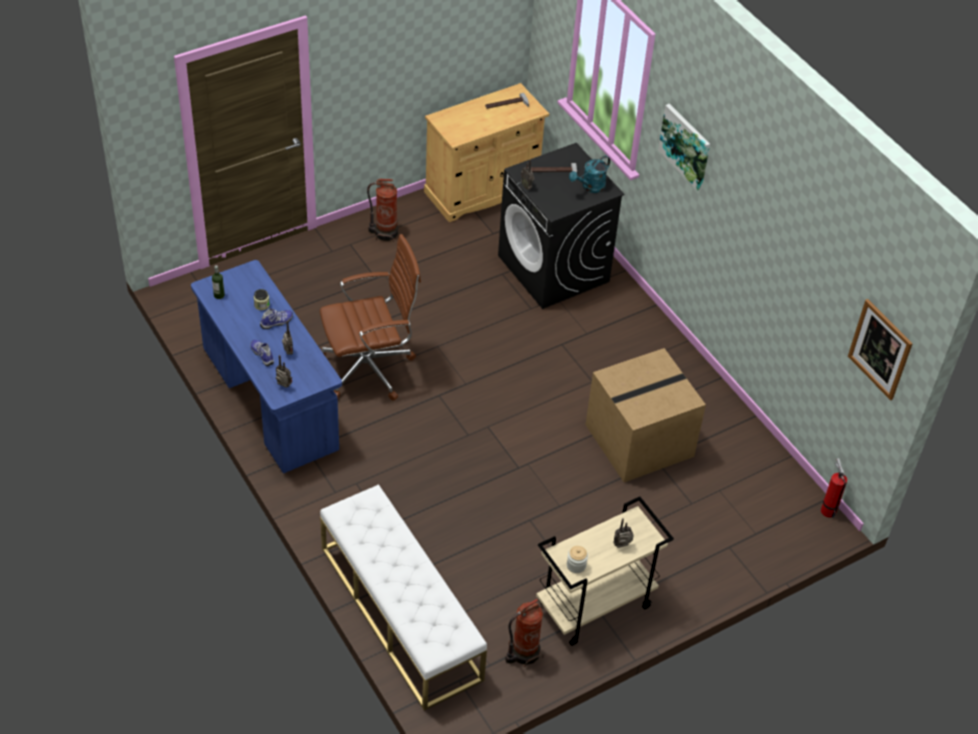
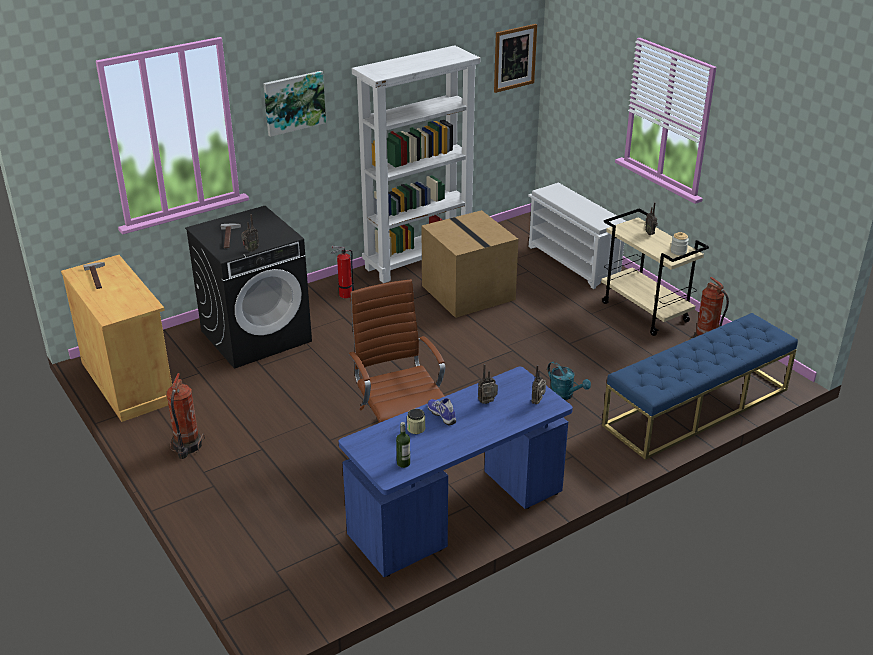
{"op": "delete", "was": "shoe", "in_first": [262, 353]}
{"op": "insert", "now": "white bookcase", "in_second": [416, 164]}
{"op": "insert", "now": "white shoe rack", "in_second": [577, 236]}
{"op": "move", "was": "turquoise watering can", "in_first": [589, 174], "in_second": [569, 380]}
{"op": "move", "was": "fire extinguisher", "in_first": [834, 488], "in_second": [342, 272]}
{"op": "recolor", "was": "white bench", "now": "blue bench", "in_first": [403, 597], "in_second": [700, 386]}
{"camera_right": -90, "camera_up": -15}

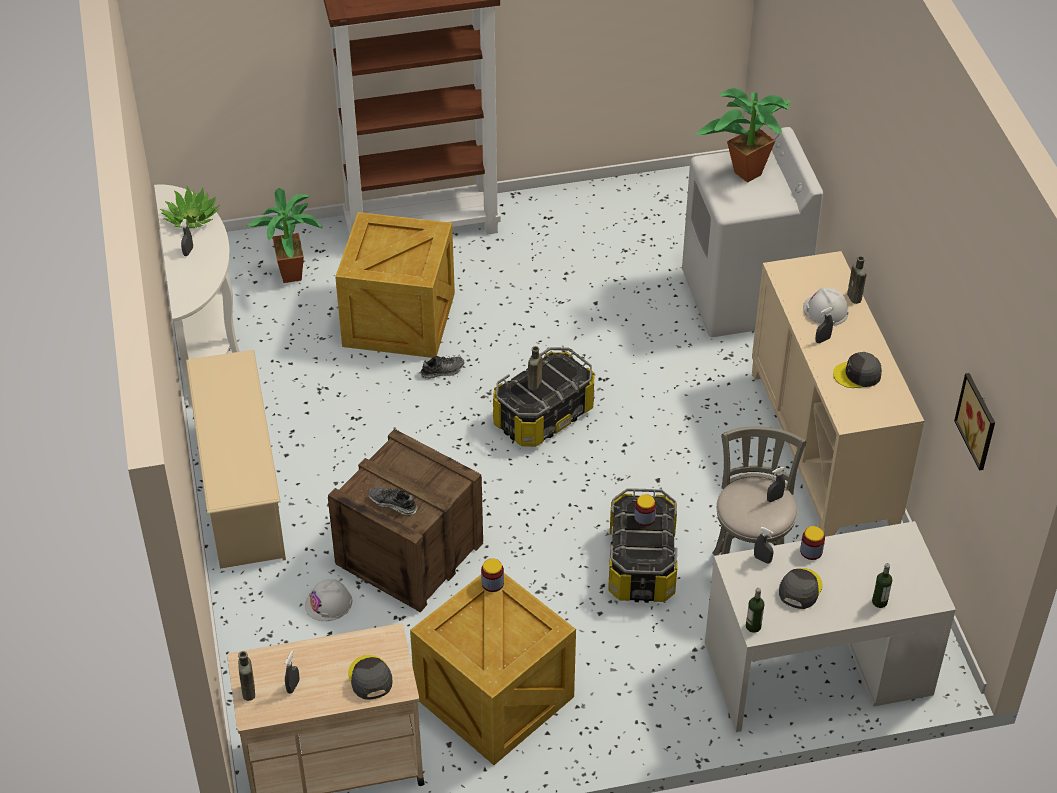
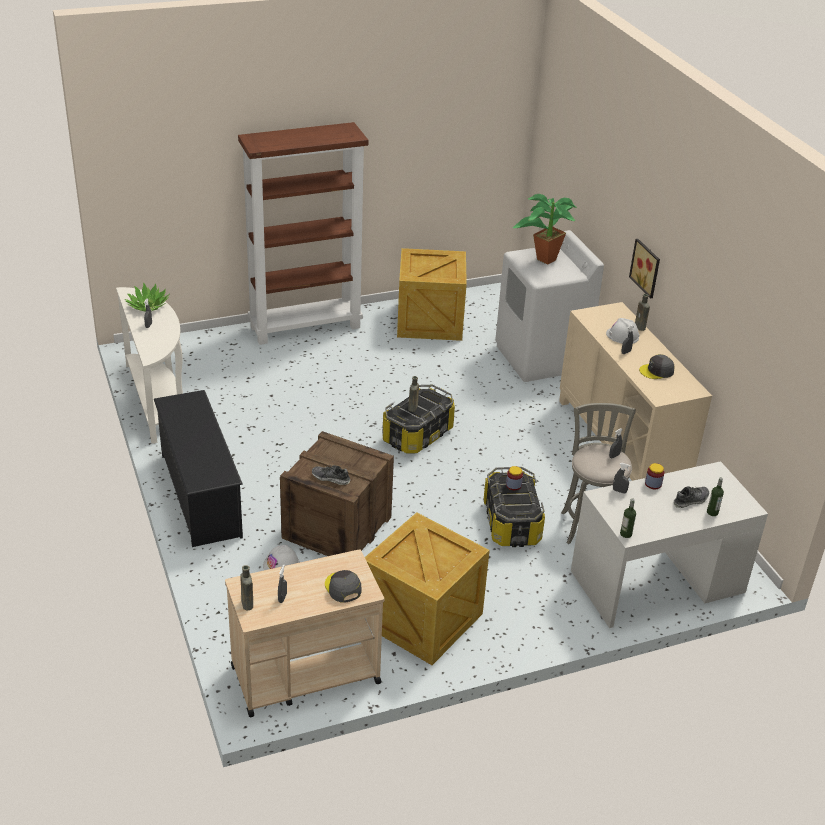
{"op": "delete", "was": "potted plant", "in_first": [285, 235]}
{"op": "delete", "was": "jar", "in_first": [492, 575]}
{"op": "delete", "was": "grey cap", "in_first": [801, 588]}
{"op": "move", "was": "crate", "in_first": [395, 285], "in_second": [432, 294]}
{"op": "move", "was": "shoe", "in_first": [442, 367], "in_second": [691, 497]}
{"op": "move", "was": "picture", "in_first": [974, 421], "in_second": [644, 268]}
{"op": "recolor", "was": "beige shoe rack", "now": "black shoe rack", "in_first": [236, 459], "in_second": [198, 468]}
{"camera_right": -10, "camera_up": -10}

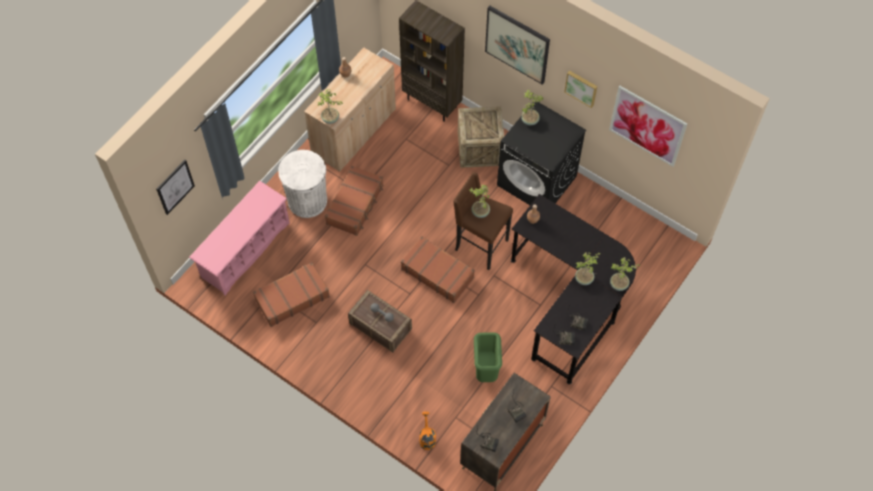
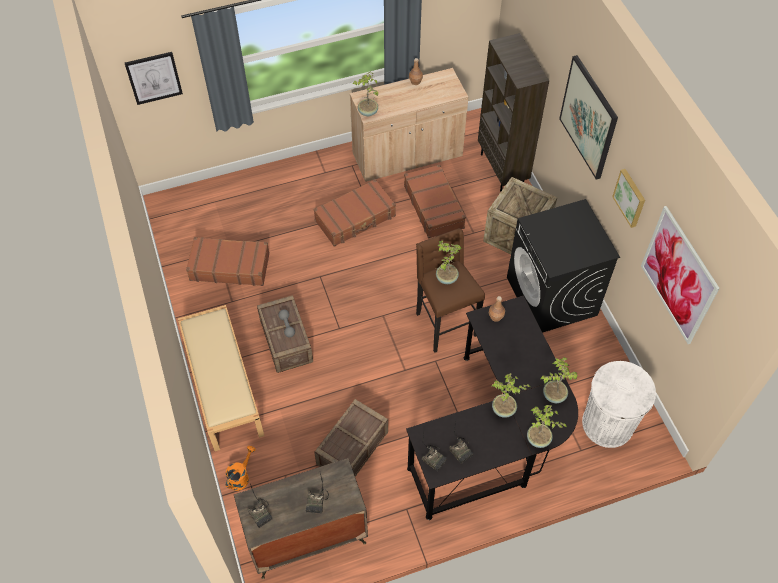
{"op": "delete", "was": "pink shoe rack", "in_first": [239, 238]}
{"op": "insert", "now": "beige bench", "in_second": [221, 378]}
{"op": "move", "was": "white trash can", "in_first": [302, 184], "in_second": [619, 404]}
{"op": "move", "was": "brown suitcase", "in_first": [438, 269], "in_second": [435, 201]}
{"op": "move", "was": "potted plant", "in_first": [532, 107], "in_second": [559, 380]}
{"op": "replace", "was": "green trash can", "now": "crate", "in_first": [488, 357], "in_second": [351, 438]}
{"camera_right": 35, "camera_up": -5}

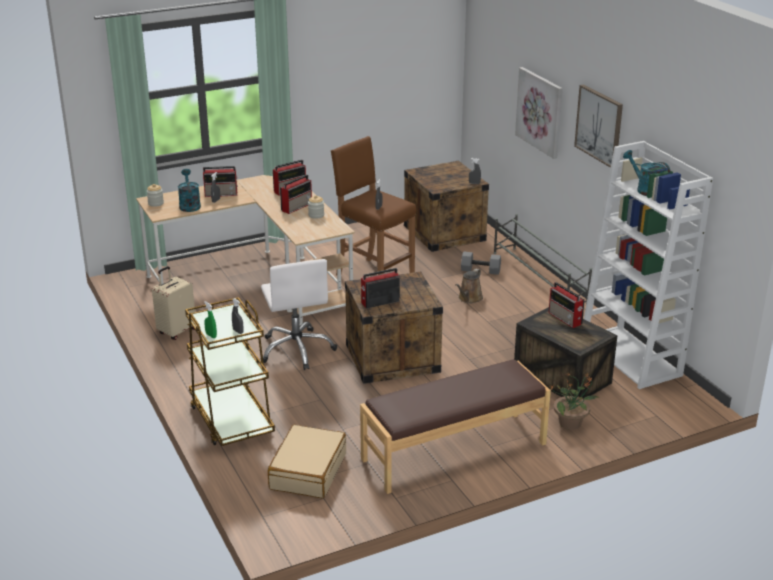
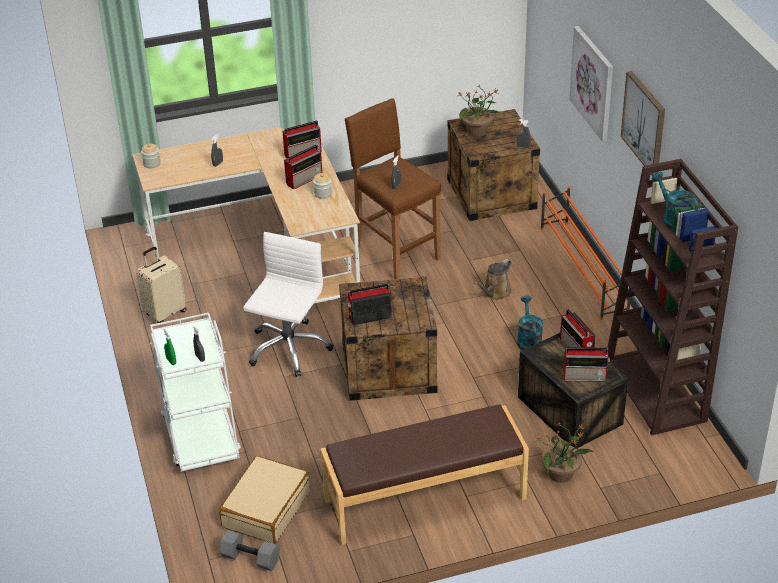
{"op": "insert", "now": "potted plant", "in_second": [479, 111]}
{"op": "move", "was": "turquoise watering can", "in_first": [189, 190], "in_second": [530, 322]}
{"op": "move", "was": "radio", "in_first": [220, 181], "in_second": [586, 364]}
{"op": "move", "was": "grey dumbbell", "in_first": [481, 263], "in_second": [249, 550]}
{"op": "recolor", "was": "brown cart", "now": "white cart", "in_first": [230, 371], "in_second": [195, 392]}
{"op": "recolor", "was": "grey shoe rack", "now": "orange shoe rack", "in_first": [543, 258], "in_second": [586, 253]}
{"op": "recolor", "was": "white bookcase", "now": "brown bookcase", "in_first": [648, 265], "in_second": [672, 297]}
{"op": "rotate", "was": "white office chair", "in_first": [299, 314], "in_second": [288, 304], "clockwise": -150}
{"camera_right": 10, "camera_up": 10}

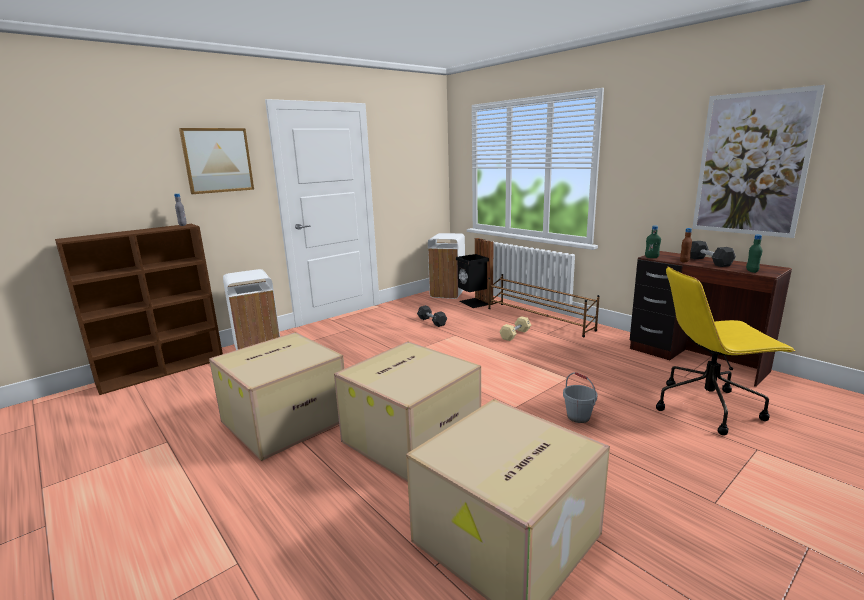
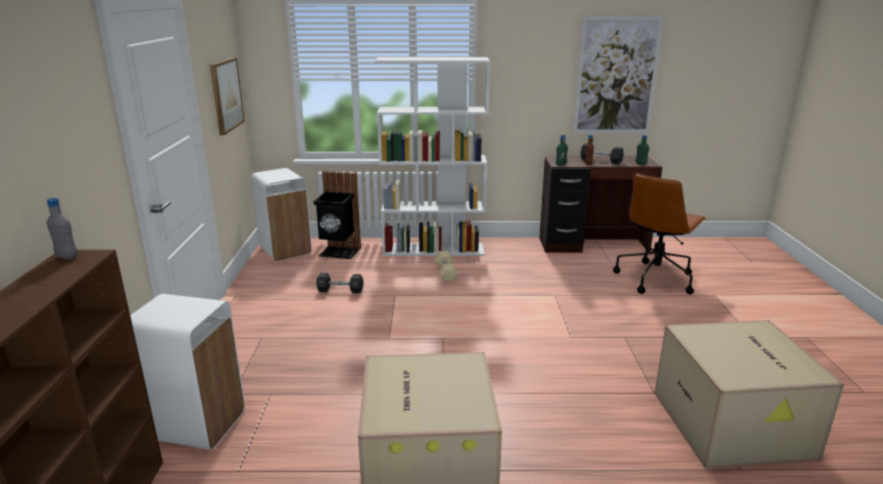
{"op": "delete", "was": "cardboard box", "in_first": [407, 412]}
{"op": "delete", "was": "grey bucket", "in_first": [580, 397]}
{"op": "move", "was": "picture", "in_first": [216, 161], "in_second": [227, 96]}
{"op": "replace", "was": "brown shoe rack", "now": "white bookcase", "in_first": [544, 305], "in_second": [432, 156]}
{"op": "recolor", "was": "yellow office chair", "now": "brown office chair", "in_first": [726, 350], "in_second": [660, 234]}
{"camera_right": -50, "camera_up": 5}

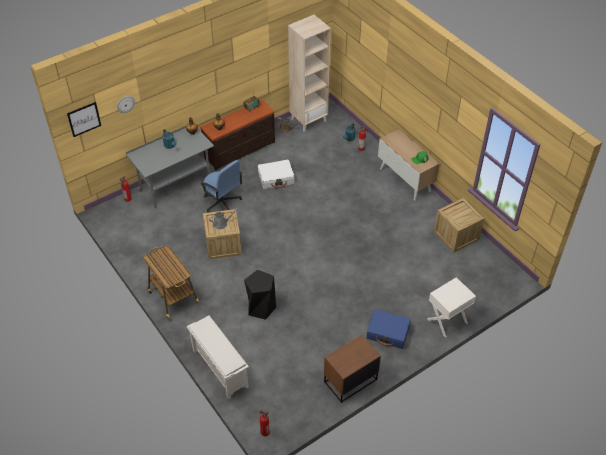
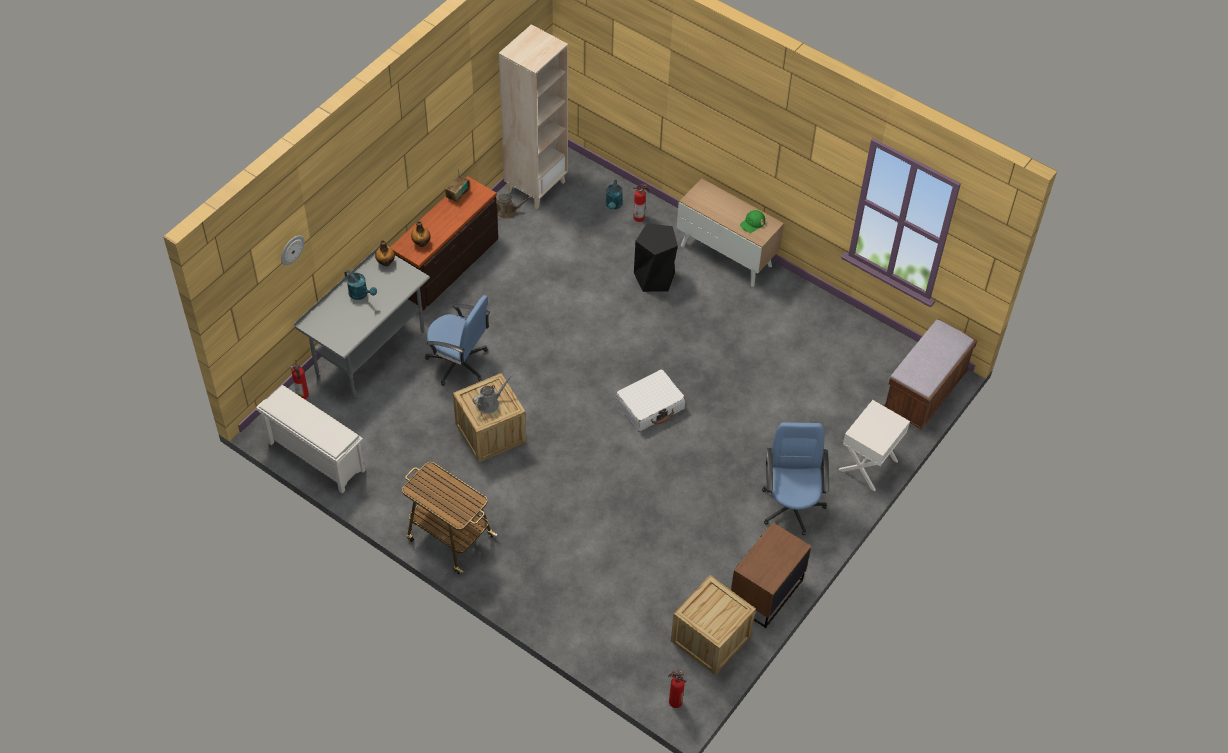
{"op": "delete", "was": "picture", "in_first": [84, 119]}
{"op": "insert", "now": "brown bench", "in_second": [930, 374]}
{"op": "move", "was": "white shoe rack", "in_first": [218, 357], "in_second": [310, 439]}
{"op": "move", "was": "black stool", "in_first": [260, 295], "in_second": [656, 257]}
{"op": "move", "was": "white suitcase", "in_first": [276, 174], "in_second": [650, 400]}
{"op": "move", "was": "crate", "in_first": [459, 225], "in_second": [713, 625]}
{"op": "replace", "was": "blue suitcase", "now": "blue office chair", "in_first": [388, 329], "in_second": [795, 478]}
{"camera_right": -20, "camera_up": 5}

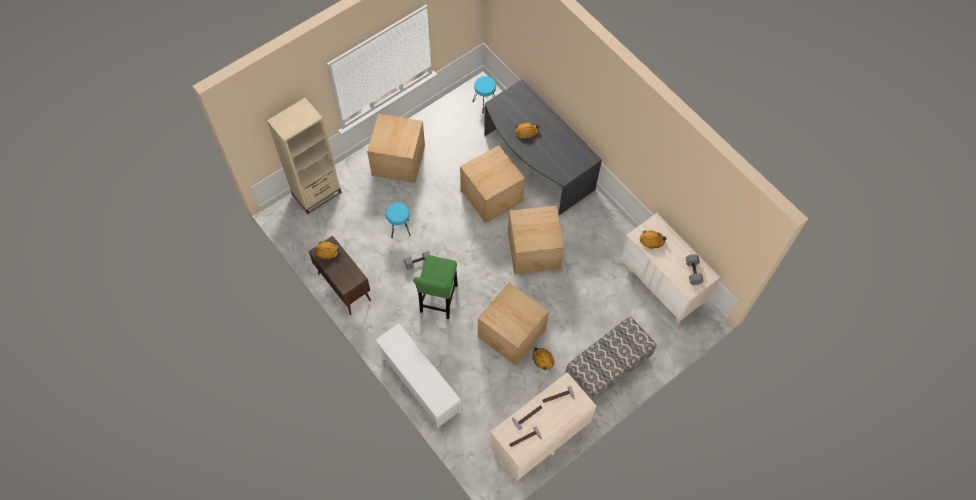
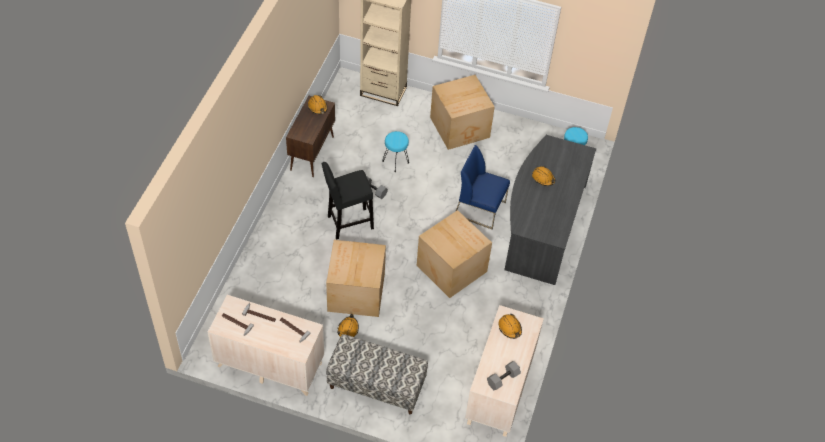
{"op": "delete", "was": "white shoe rack", "in_first": [418, 375]}
{"op": "replace", "was": "cardboard box", "now": "blue chair", "in_first": [492, 184], "in_second": [482, 187]}
{"op": "recolor", "was": "green stool", "now": "black stool", "in_first": [435, 287], "in_second": [348, 201]}
{"camera_right": 55, "camera_up": -10}

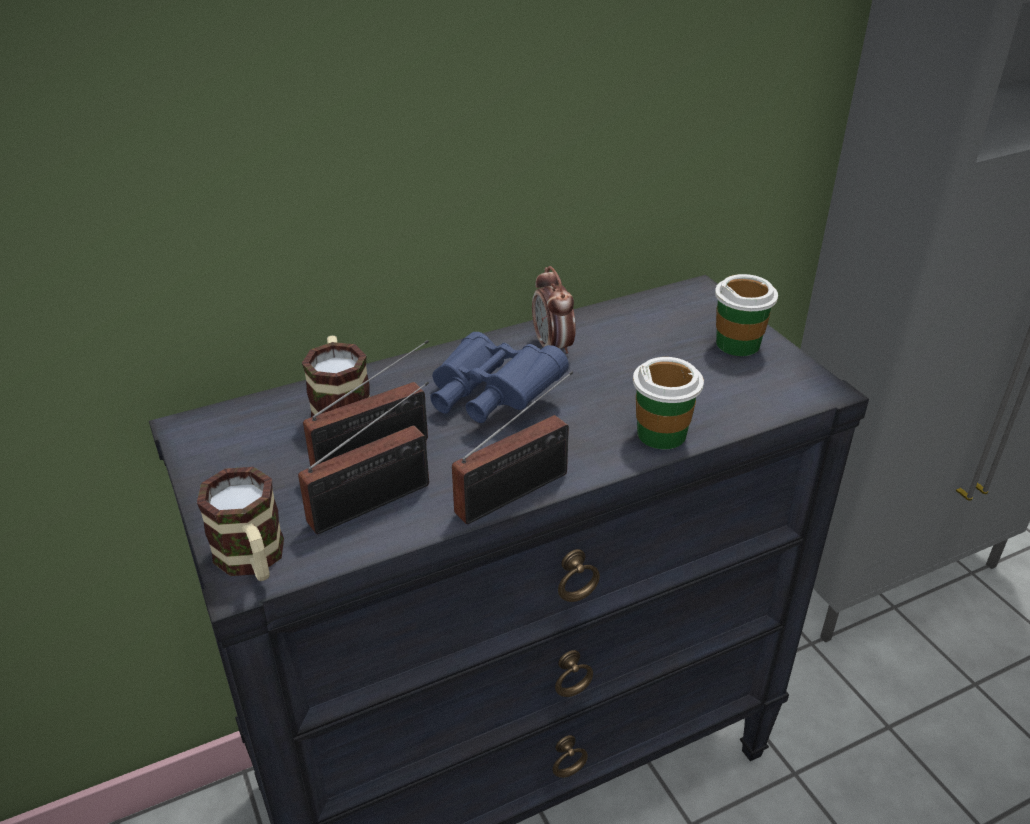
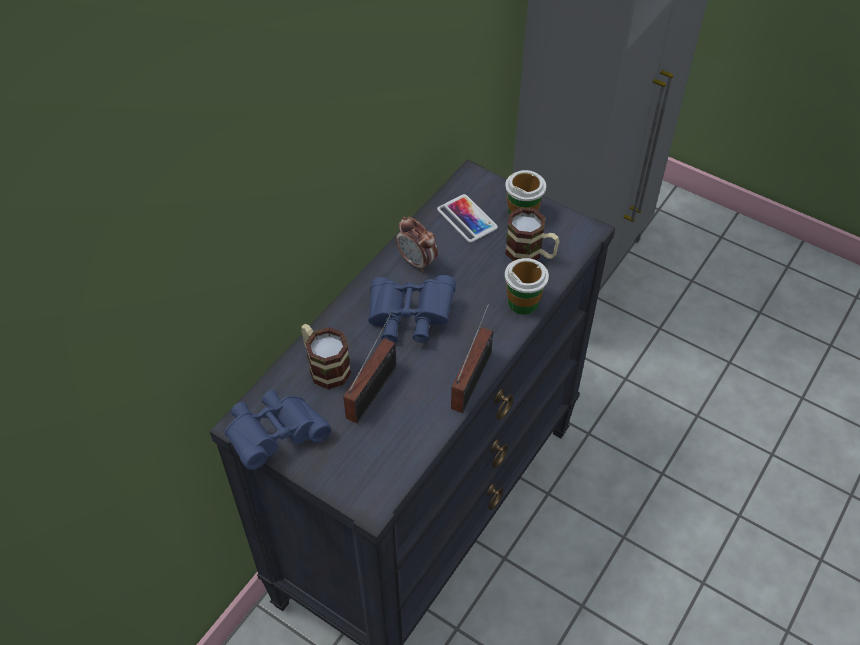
{"op": "delete", "was": "radio", "in_first": [363, 457]}
{"op": "insert", "now": "blue binoculars", "in_second": [278, 430]}
{"op": "insert", "now": "phone", "in_second": [467, 218]}
{"op": "move", "was": "mug", "in_first": [240, 524], "in_second": [532, 234]}
{"camera_right": -30, "camera_up": 15}

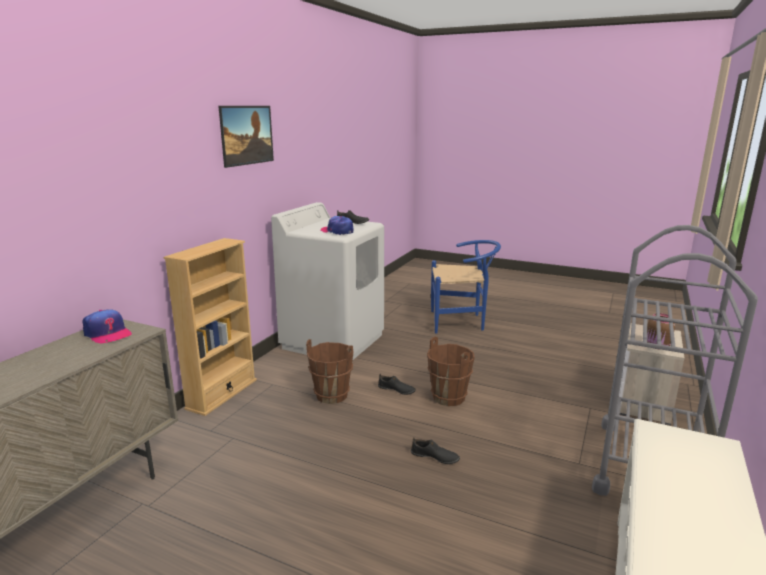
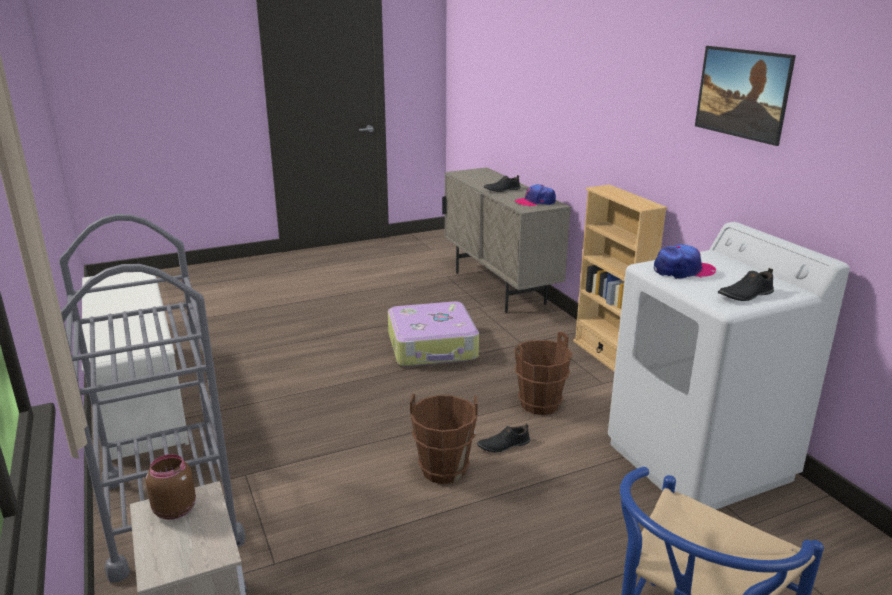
{"op": "insert", "now": "suitcase", "in_second": [433, 334]}
{"op": "move", "was": "black shoe", "in_first": [435, 451], "in_second": [502, 183]}
{"camera_right": 130, "camera_up": 5}

